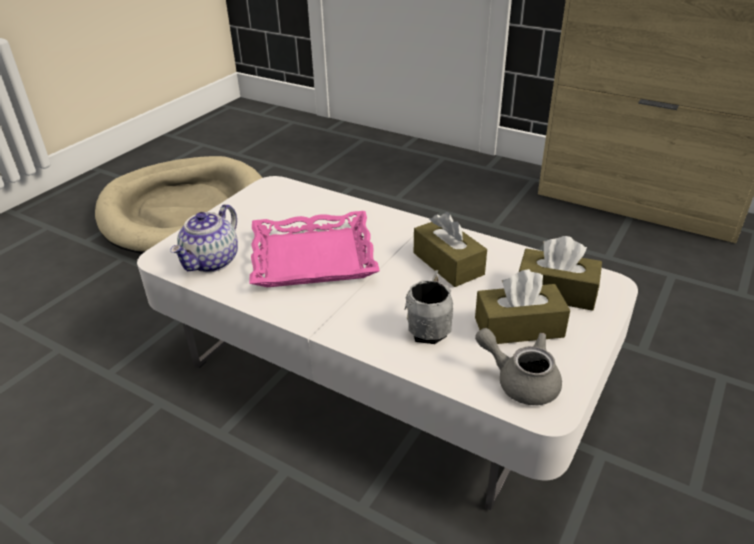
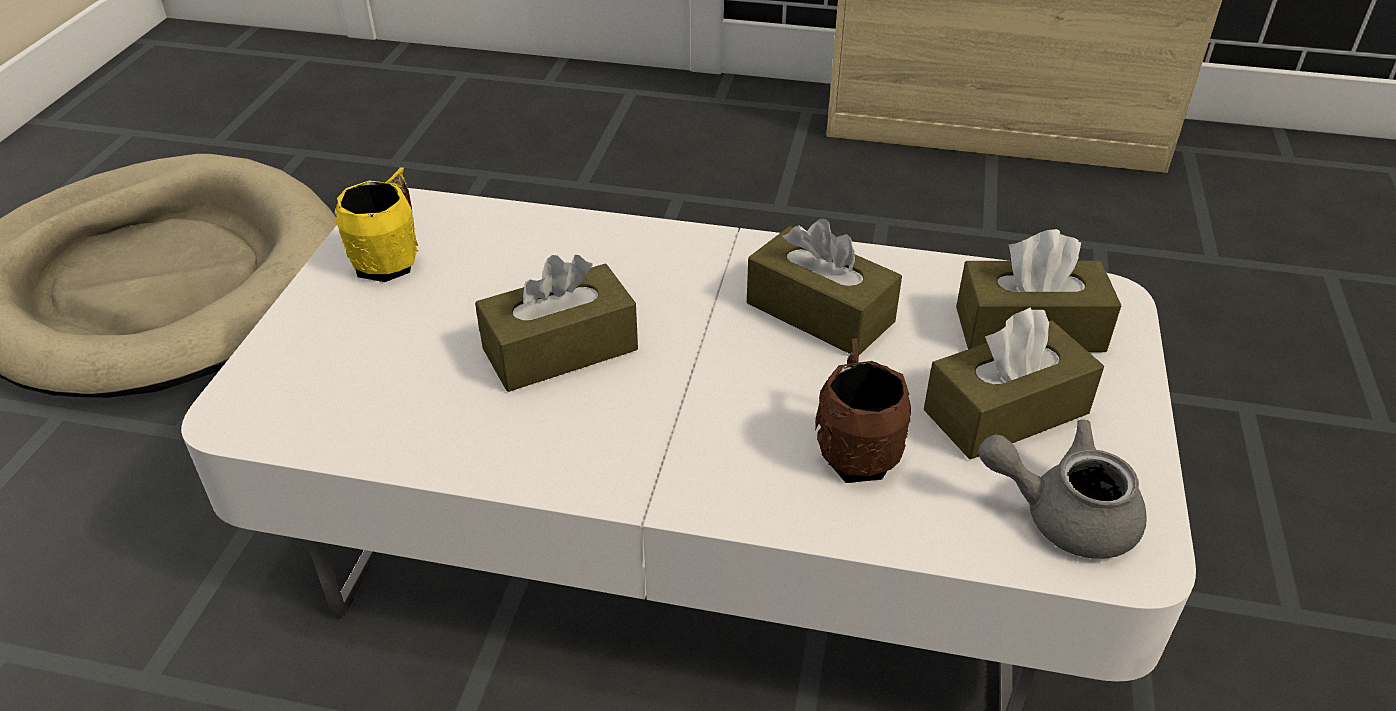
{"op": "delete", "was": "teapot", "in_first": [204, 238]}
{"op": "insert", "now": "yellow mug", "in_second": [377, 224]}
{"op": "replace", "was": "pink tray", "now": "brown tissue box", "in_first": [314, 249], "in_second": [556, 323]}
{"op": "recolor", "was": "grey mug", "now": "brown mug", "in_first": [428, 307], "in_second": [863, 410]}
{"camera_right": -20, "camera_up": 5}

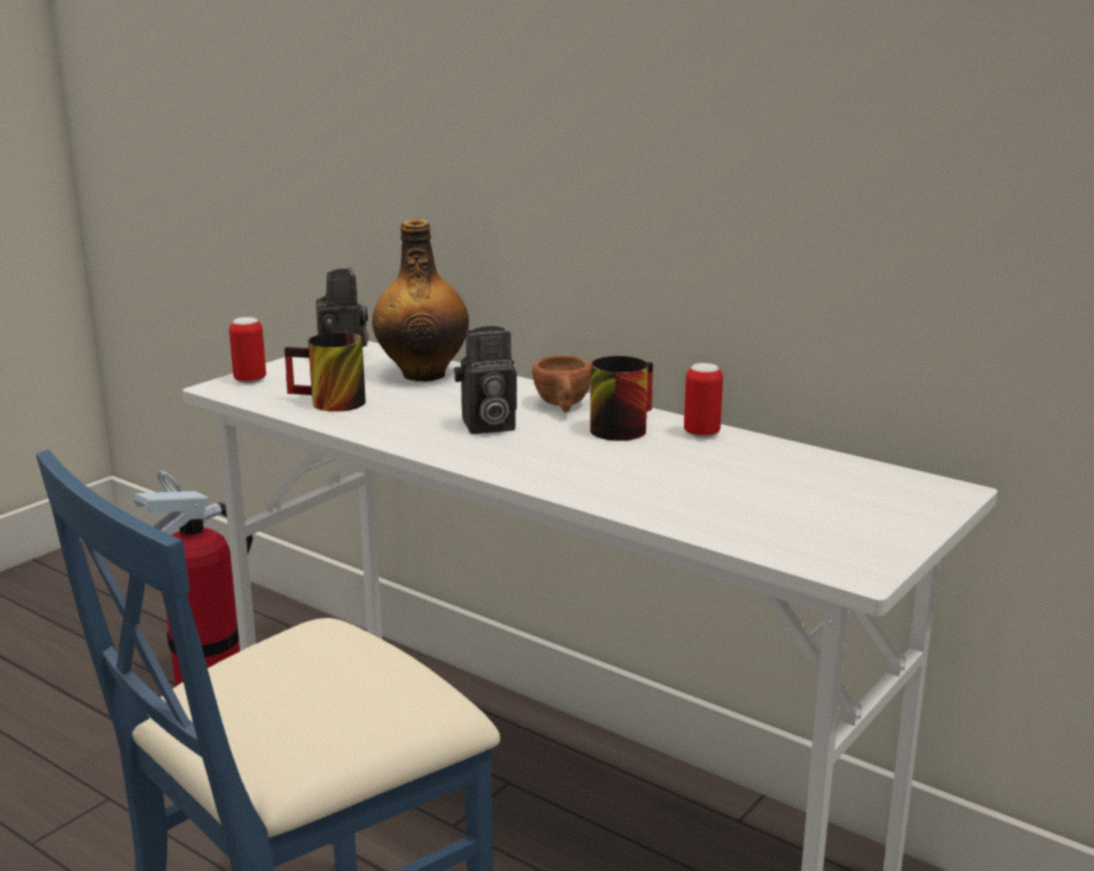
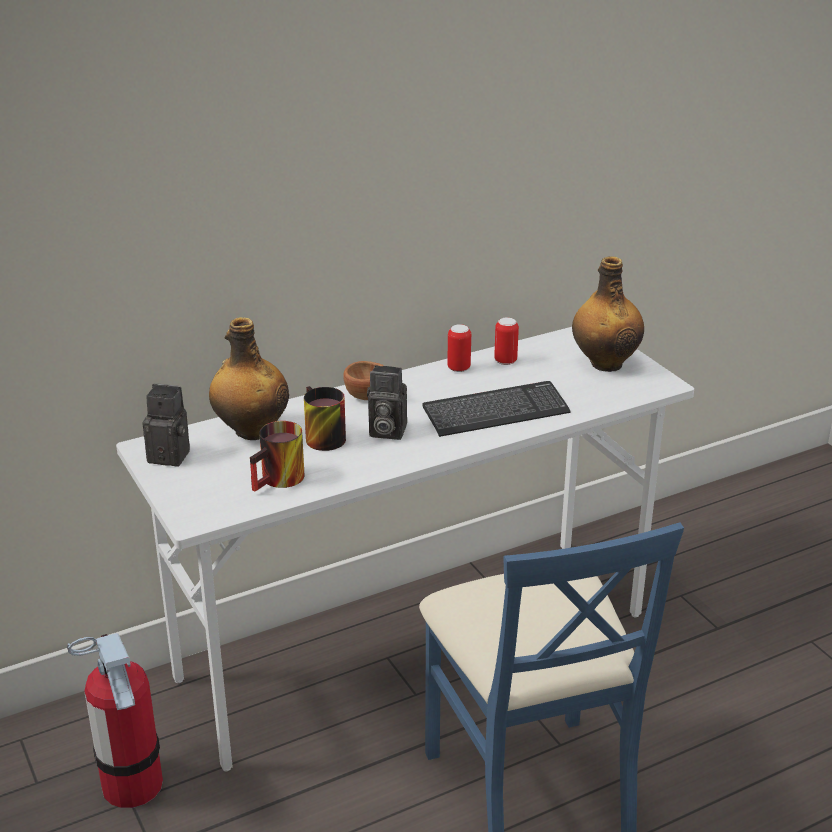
{"op": "insert", "now": "keyboard", "in_second": [496, 409]}
{"op": "insert", "now": "bottle", "in_second": [608, 314]}
{"op": "move", "was": "can", "in_first": [247, 350], "in_second": [506, 341]}
{"op": "move", "was": "mug", "in_first": [621, 398], "in_second": [325, 418]}
{"op": "rotate", "was": "photo camera", "in_first": [485, 380], "in_second": [387, 402], "clockwise": 90}
{"camera_right": -65, "camera_up": 10}

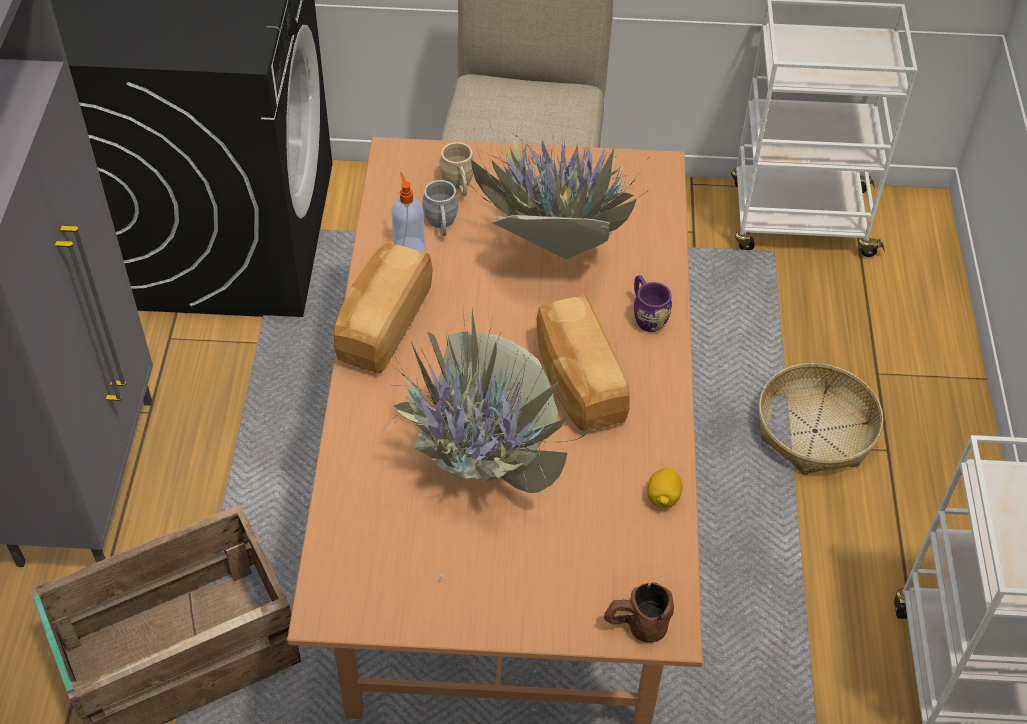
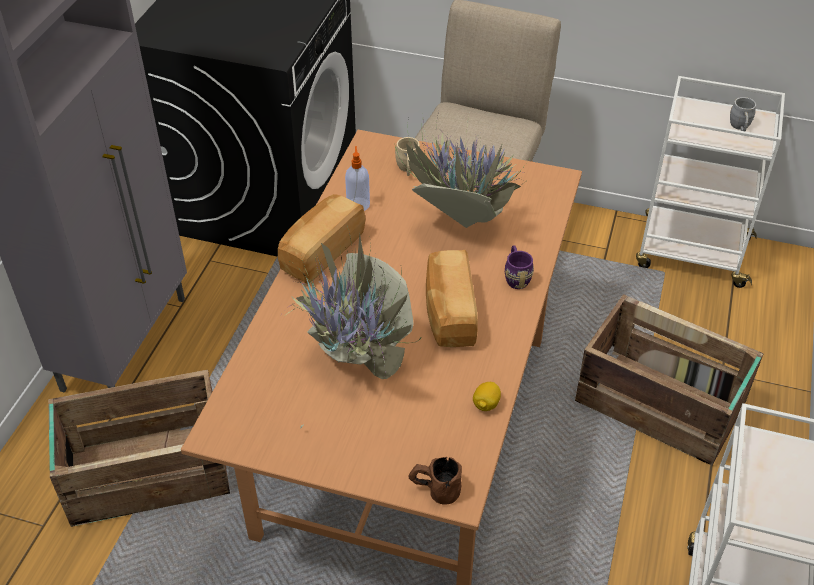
{"op": "move", "was": "grey mug", "in_first": [440, 208], "in_second": [743, 114]}
{"op": "replace", "was": "basket", "now": "crate", "in_first": [820, 419], "in_second": [669, 380]}
{"camera_right": 15, "camera_up": -5}

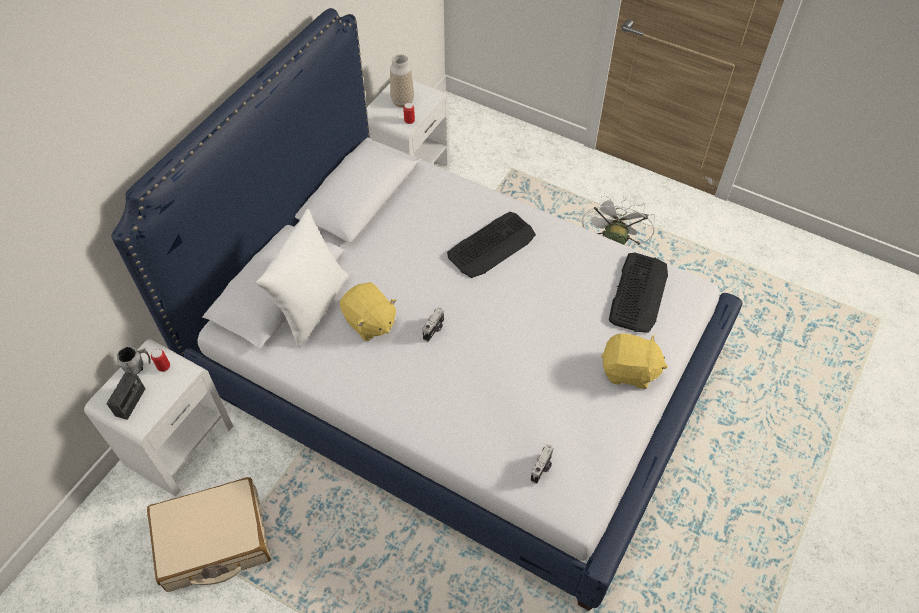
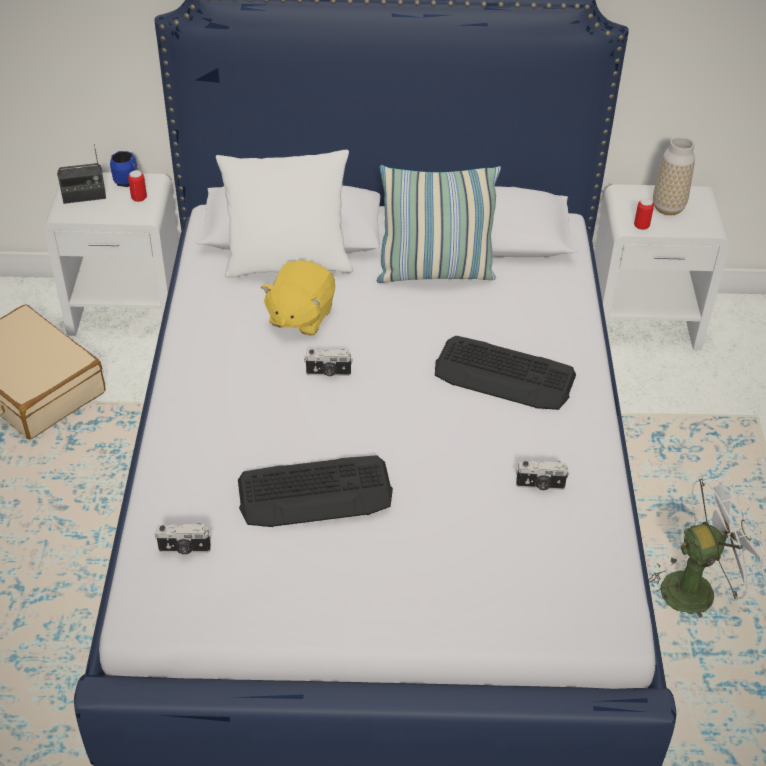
{"op": "delete", "was": "yellow plush toy", "in_first": [634, 361]}
{"op": "insert", "now": "pillow", "in_second": [438, 224]}
{"op": "insert", "now": "photo camera", "in_second": [542, 475]}
{"op": "move", "was": "keyboard", "in_first": [638, 292], "in_second": [315, 491]}
{"op": "recolor", "was": "grey mug", "now": "blue mug", "in_first": [133, 360], "in_second": [124, 169]}
{"camera_right": 60, "camera_up": -10}

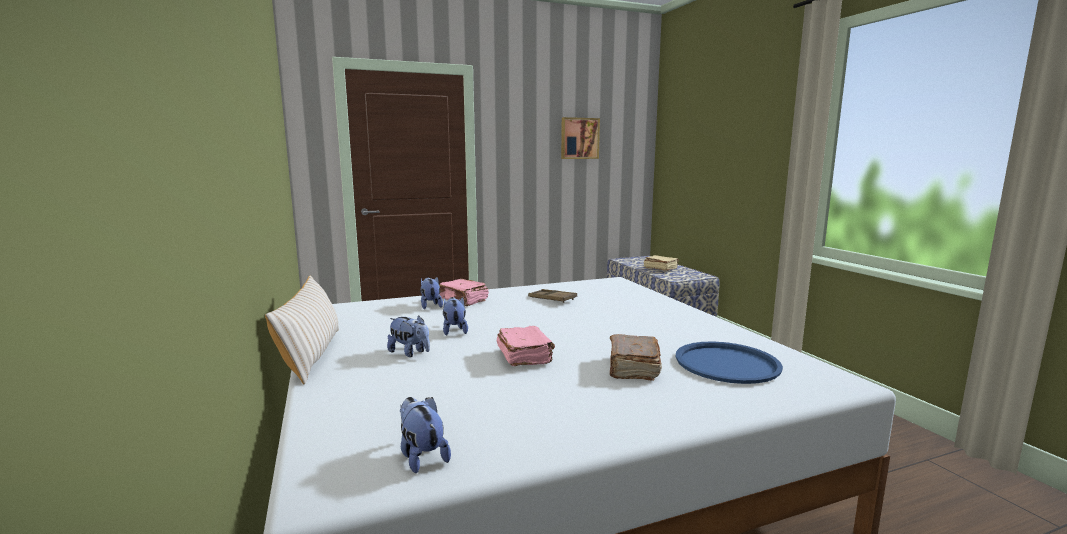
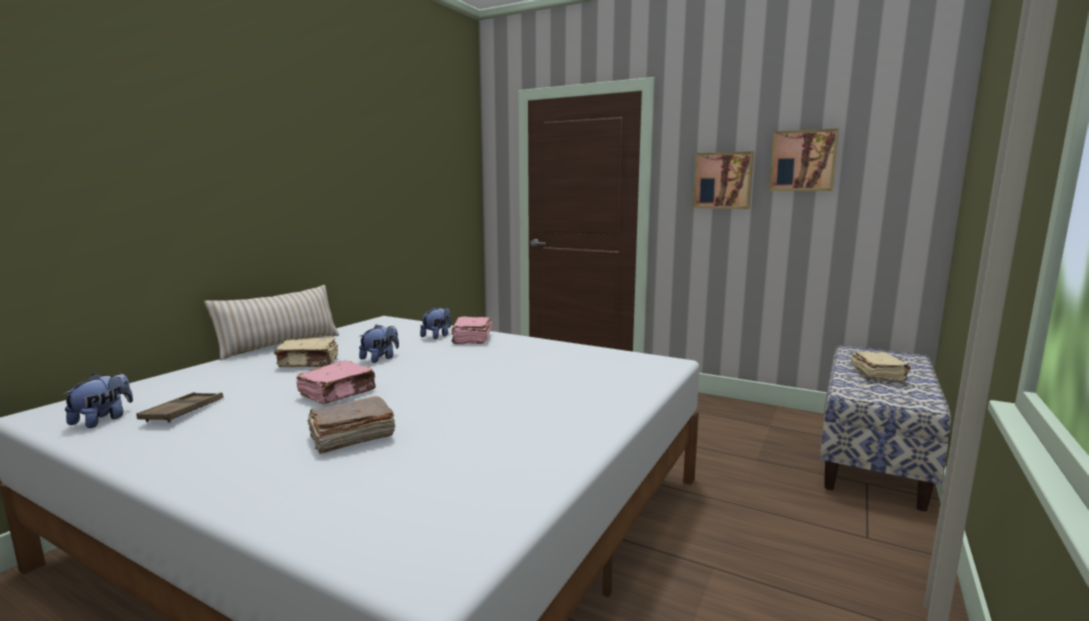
{"op": "delete", "was": "blue tray", "in_first": [729, 363]}
{"op": "insert", "now": "picture", "in_second": [723, 180]}
{"op": "move", "was": "brown tray", "in_first": [552, 296], "in_second": [179, 407]}
{"op": "replace", "was": "plush toy", "now": "beige book", "in_first": [408, 336], "in_second": [306, 352]}
{"camera_right": 50, "camera_up": 0}

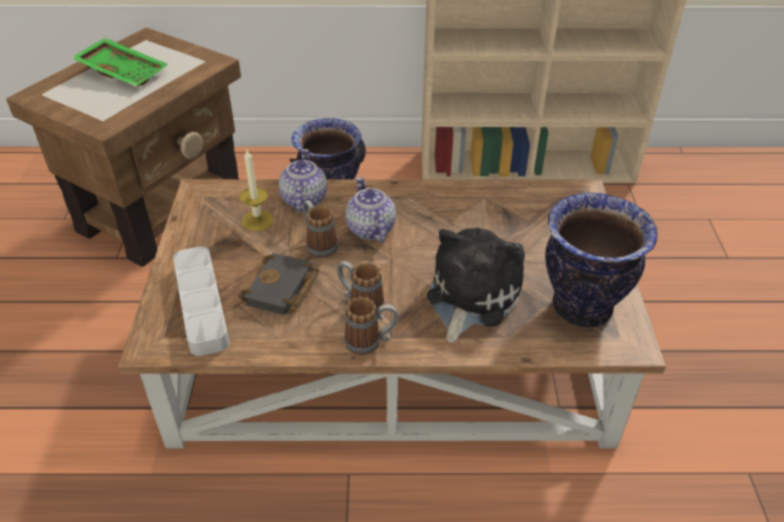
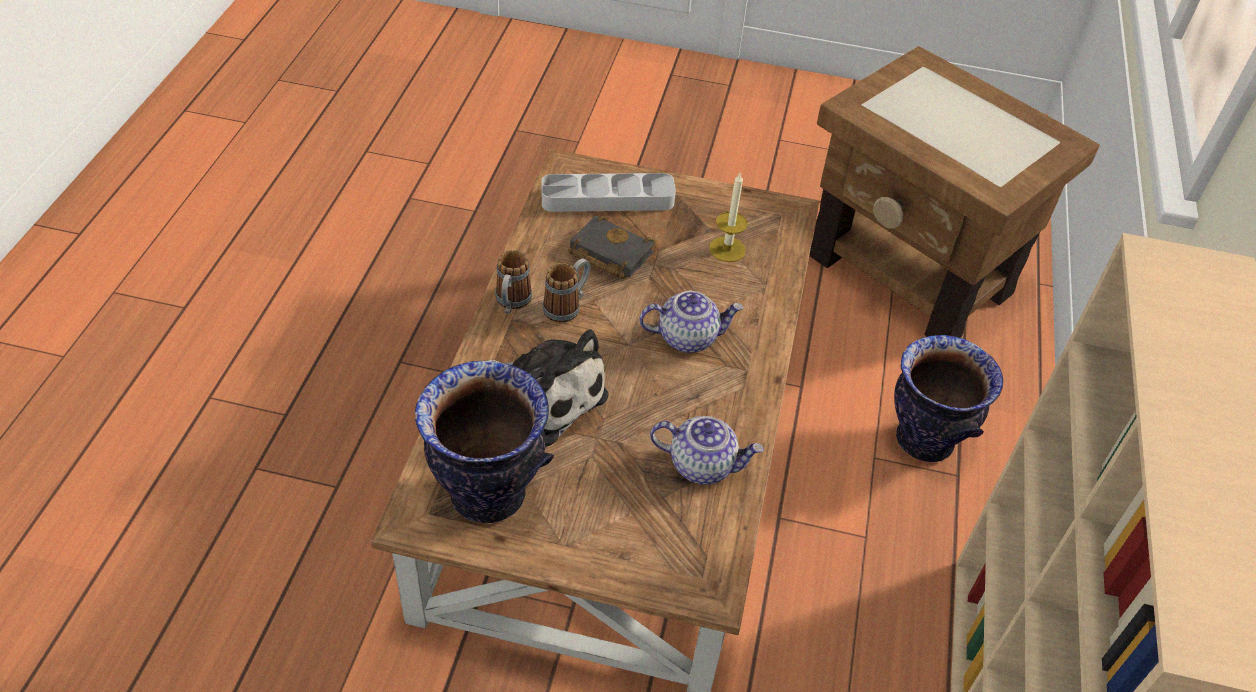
{"op": "delete", "was": "green tray", "in_first": [119, 62]}
{"op": "delete", "was": "mug", "in_first": [320, 229]}
{"op": "move", "was": "teapot", "in_first": [303, 180], "in_second": [707, 450]}
{"camera_right": 100, "camera_up": 5}

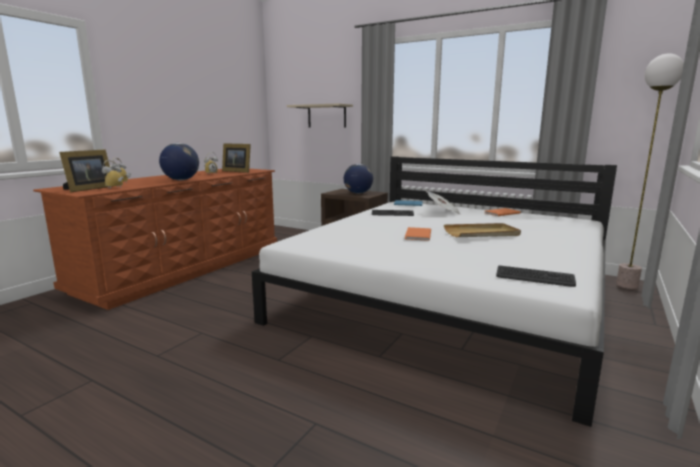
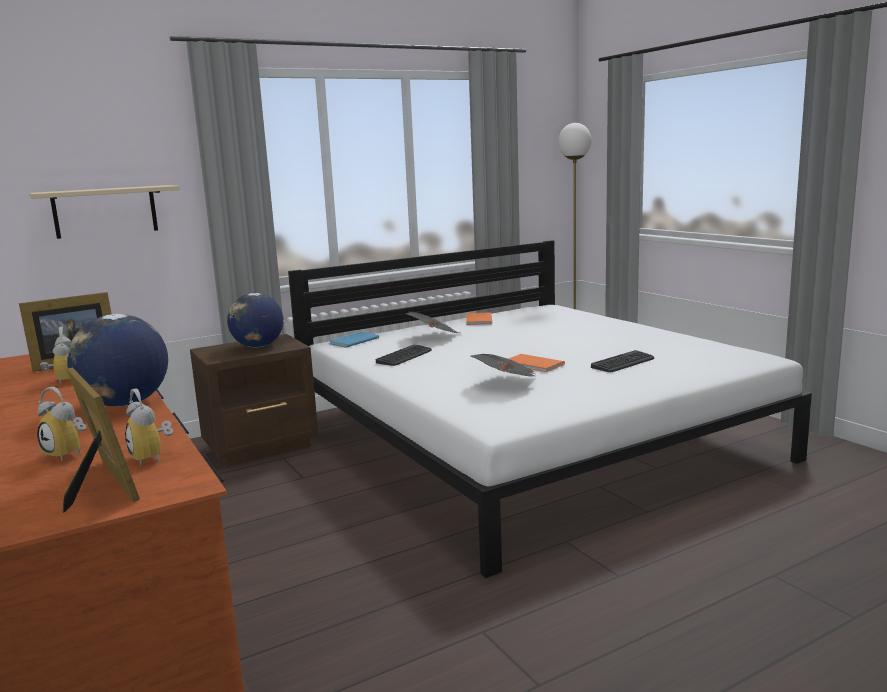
{"op": "delete", "was": "beige tray", "in_first": [482, 230]}
{"op": "insert", "now": "newspaper", "in_second": [502, 365]}
{"op": "move", "was": "keyboard", "in_first": [536, 276], "in_second": [622, 361]}
{"camera_right": -60, "camera_up": 0}

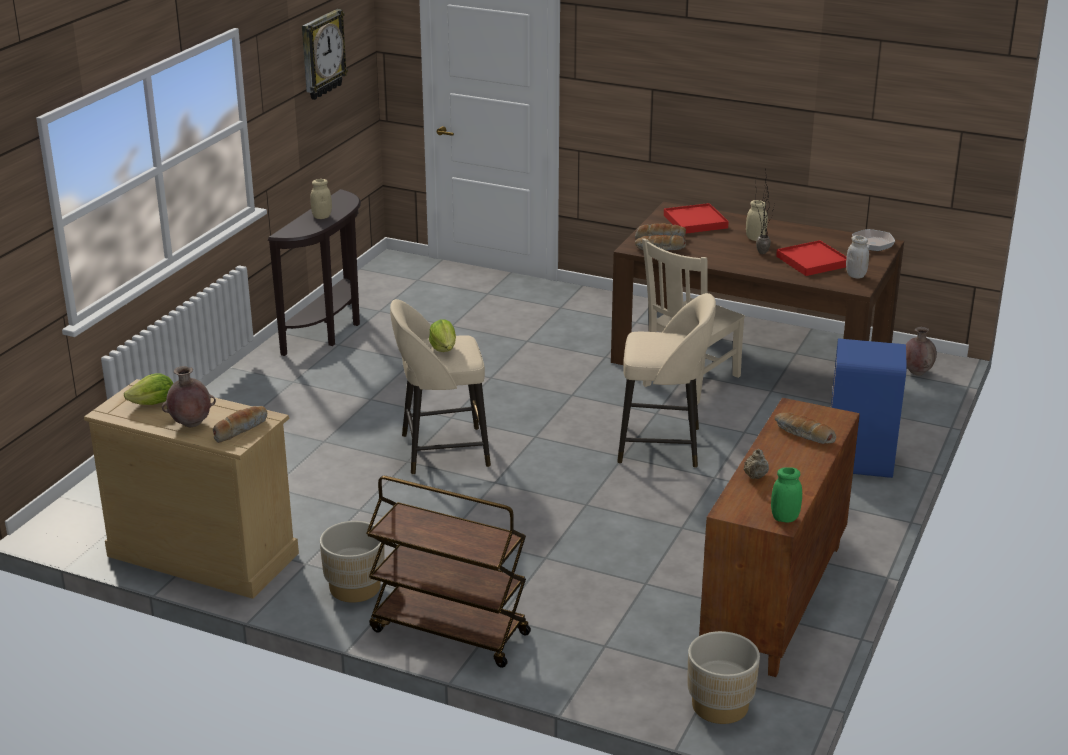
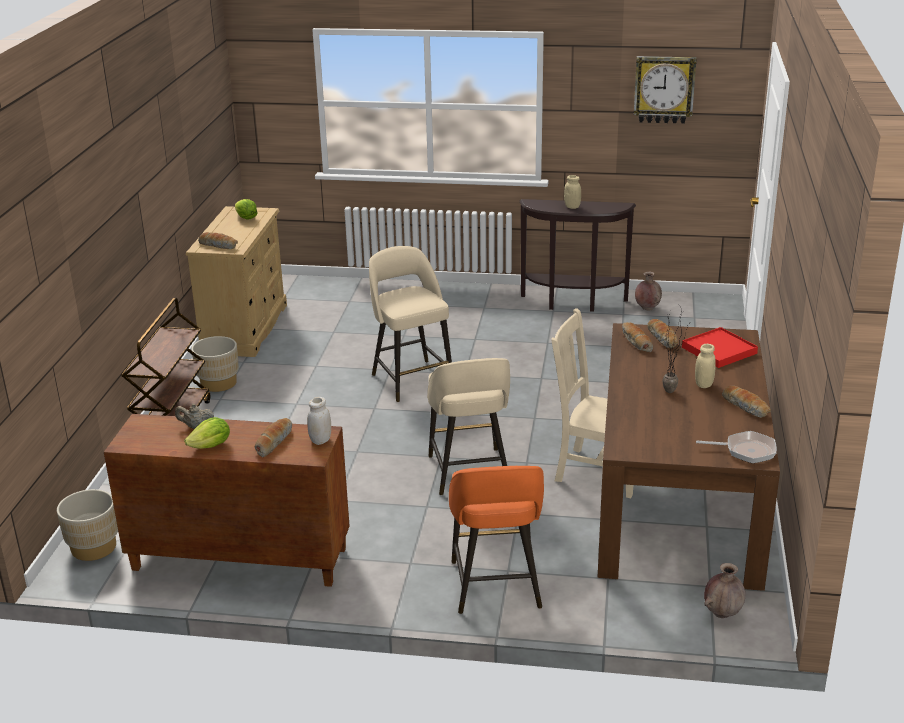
{"op": "delete", "was": "green jar", "in_first": [786, 495]}
{"op": "delete", "was": "red tray", "in_first": [811, 258]}
{"op": "insert", "now": "bread", "in_second": [746, 402]}
{"op": "move", "was": "brown vase", "in_first": [189, 396], "in_second": [648, 291]}
{"op": "move", "was": "lettuce", "in_first": [442, 336], "in_second": [207, 433]}
{"op": "move", "was": "white jar", "in_first": [857, 256], "in_second": [319, 421]}
{"op": "replace", "was": "blue trash can", "now": "orange stool", "in_first": [869, 408], "in_second": [496, 540]}
{"camera_right": 75, "camera_up": 0}

